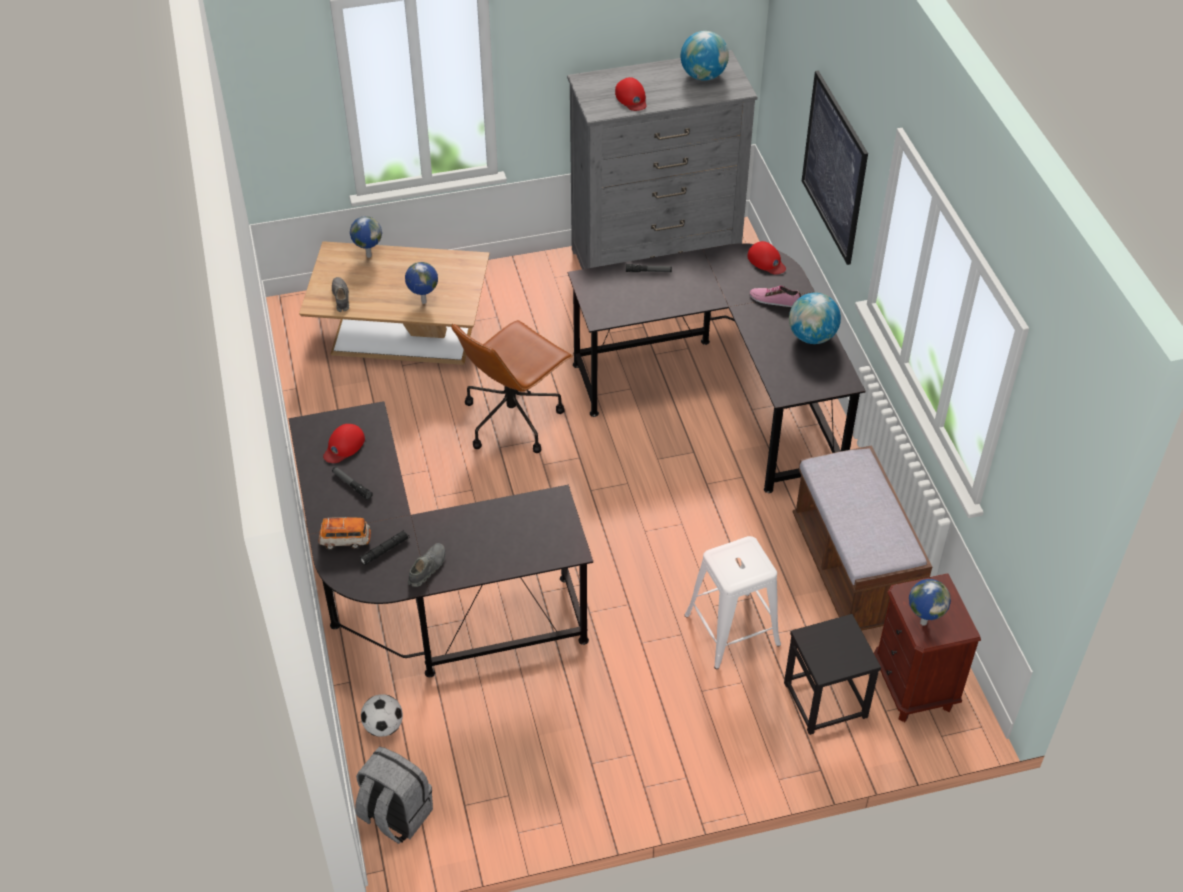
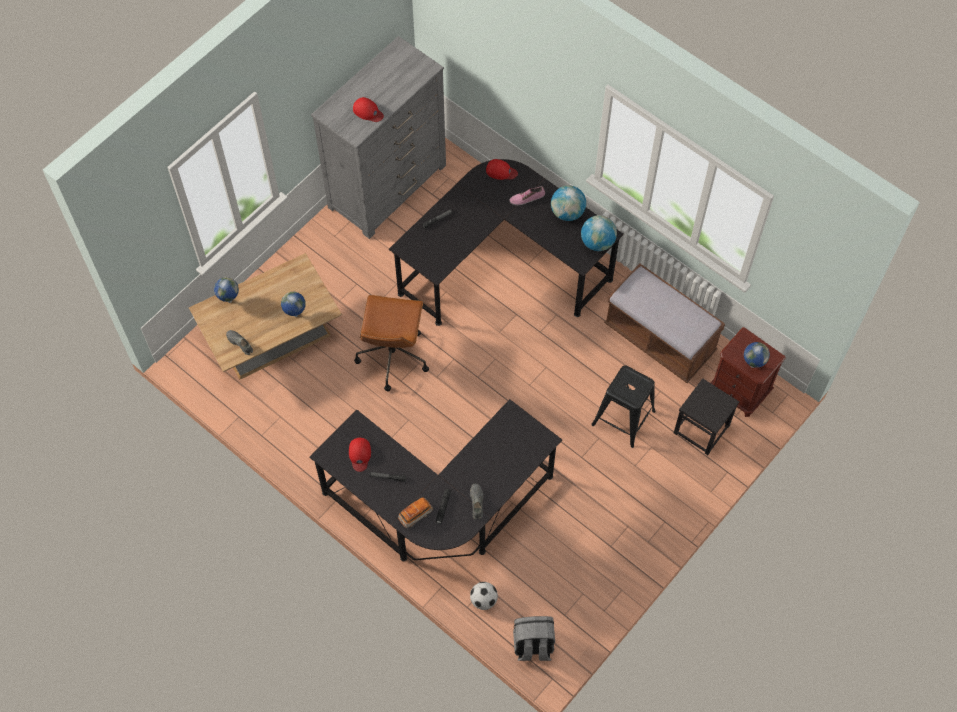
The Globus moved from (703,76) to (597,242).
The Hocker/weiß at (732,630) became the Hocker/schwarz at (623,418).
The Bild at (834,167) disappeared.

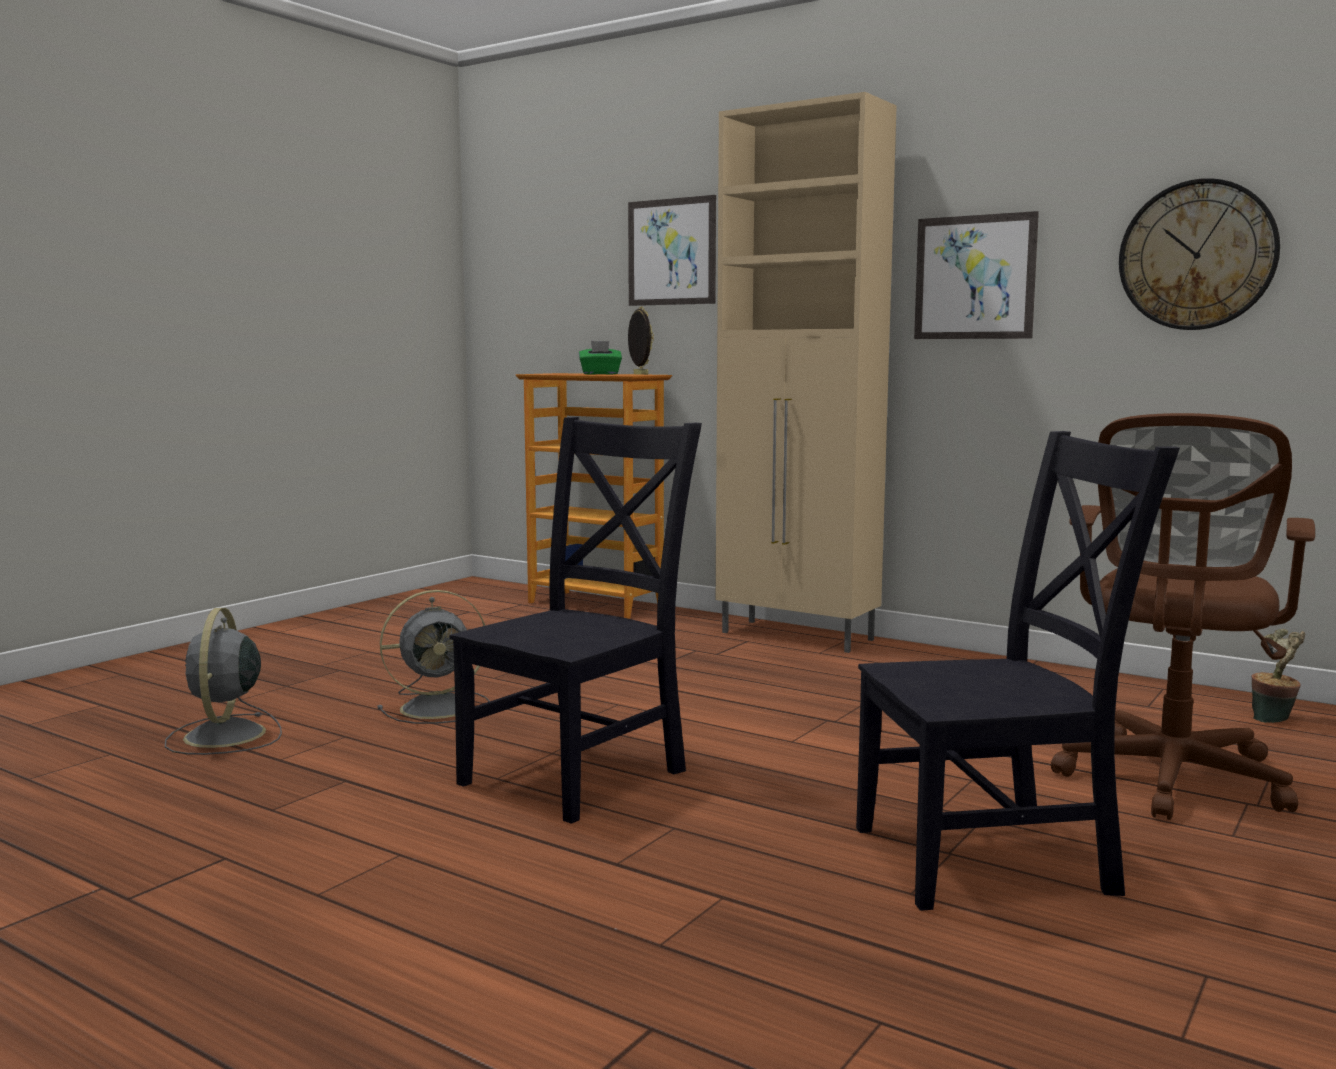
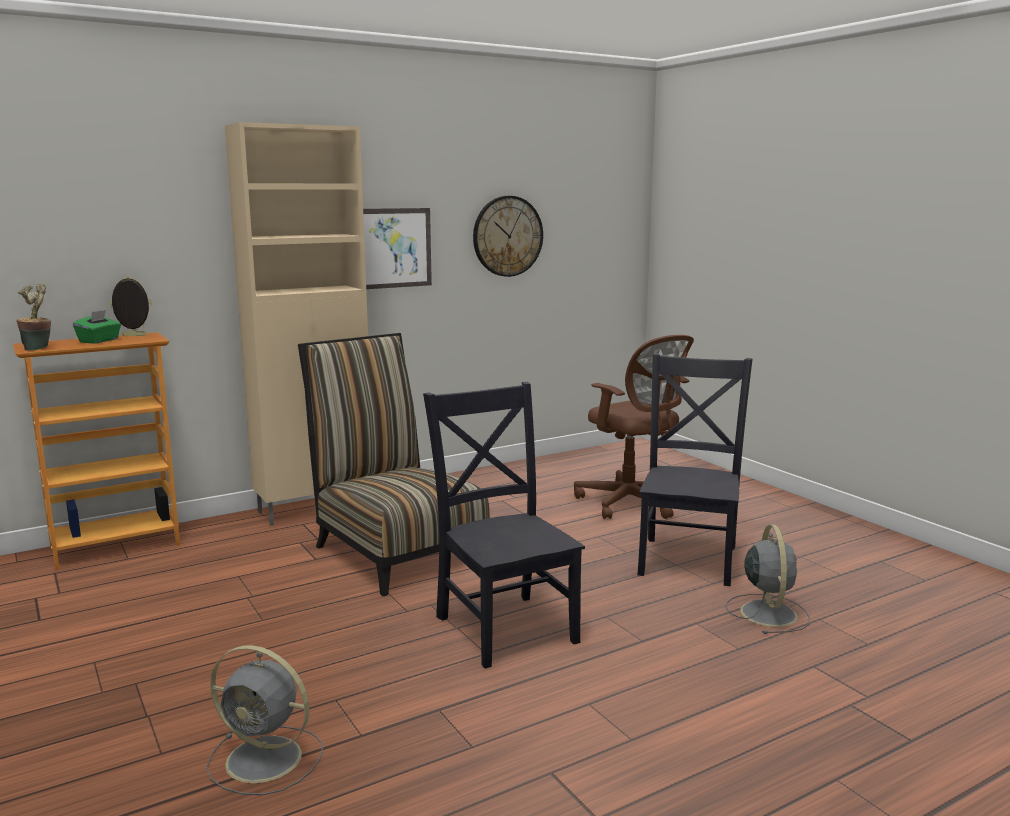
The Ventilator/grau moved from (440,707) to (768,612).
The Bild at (671,252) disappeared.
The Topfpflanze moved from (1274,720) to (39,348).
The Stuhl at (396,550) appeared.

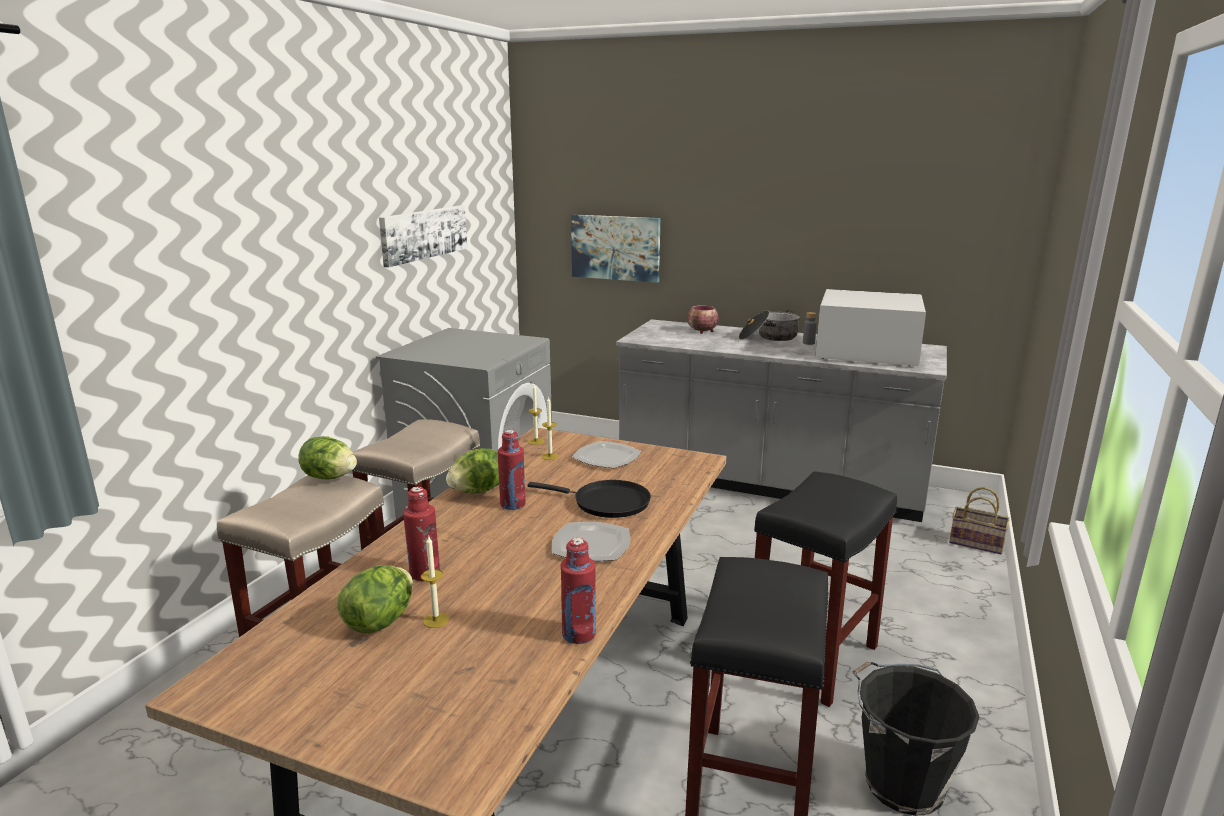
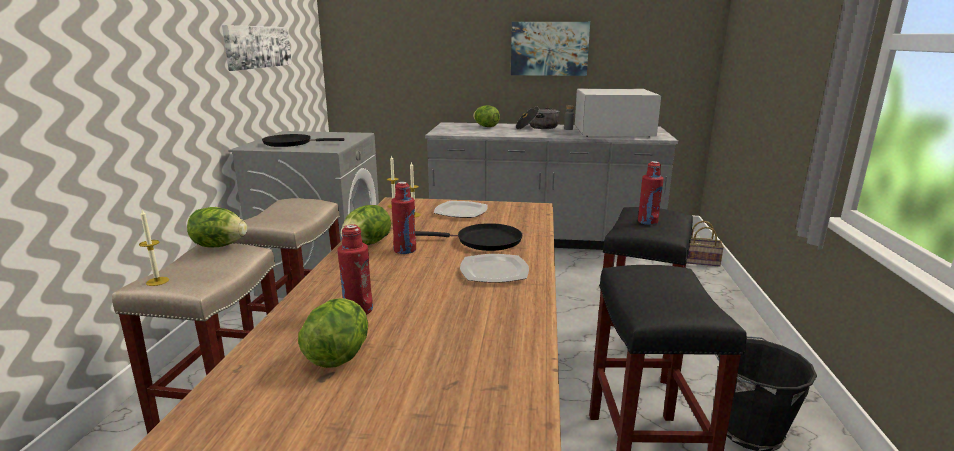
The Kerze moved from (436,620) to (157,281).
The Flasche/rot moved from (578,634) to (647,222).
The Bild moved from (615,247) to (549,48).
The Schüssel at (702,331) was replaced by the Salatkopf at (486,127).
The Pfanne/schwarz at (291,143) appeared.

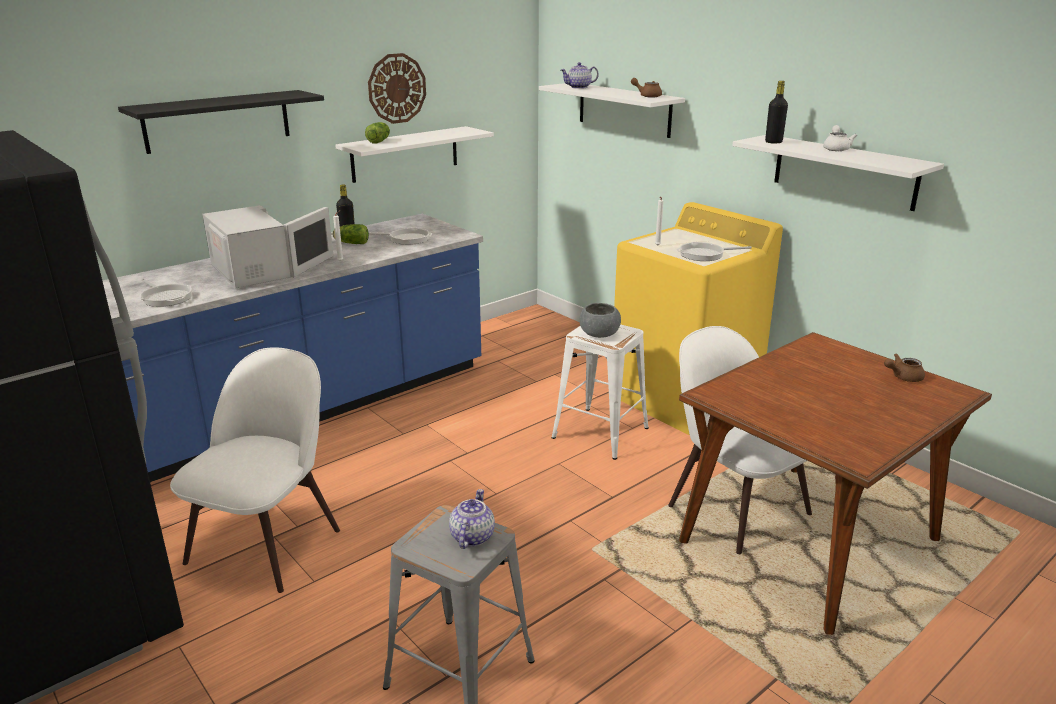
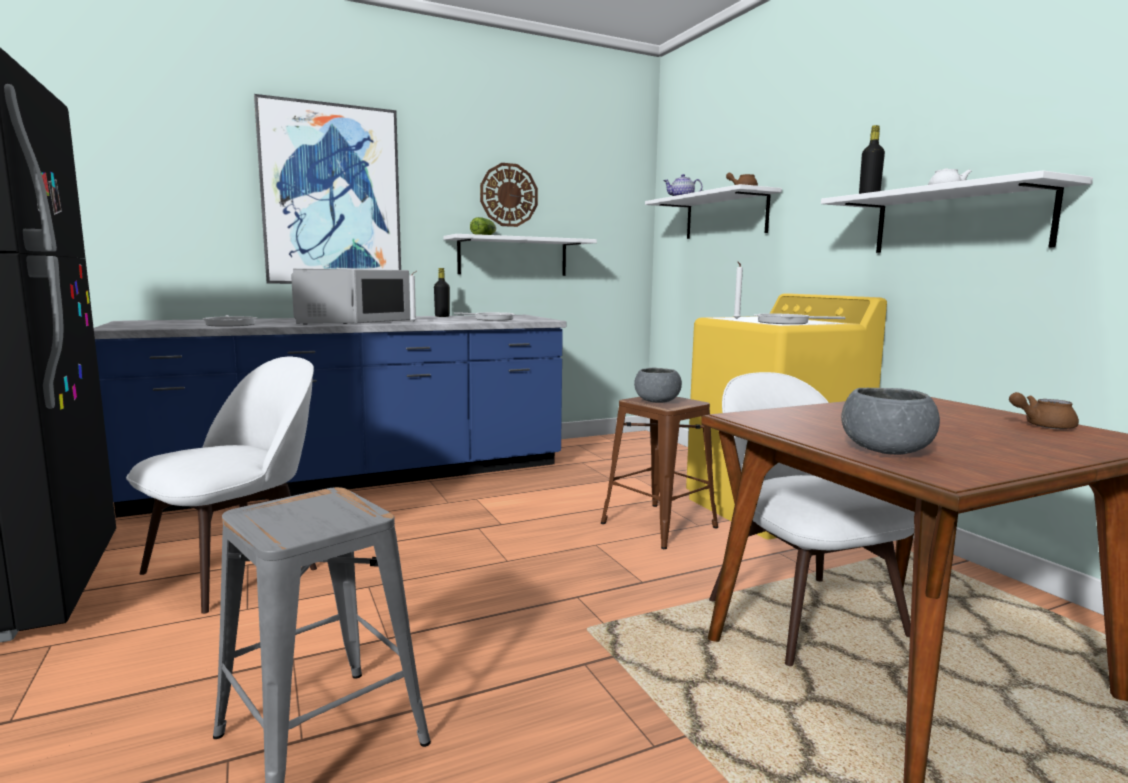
The Wandregal/schwarz at (217,121) was replaced by the Bild at (331,196).
The Salatkopf at (351,243) disappeared.
The Teekanne at (471,536) disappeared.
The Hocker/weiß at (601,432) became the Hocker/braun at (659,525).
The Schüssel/grau at (885,451) appeared.

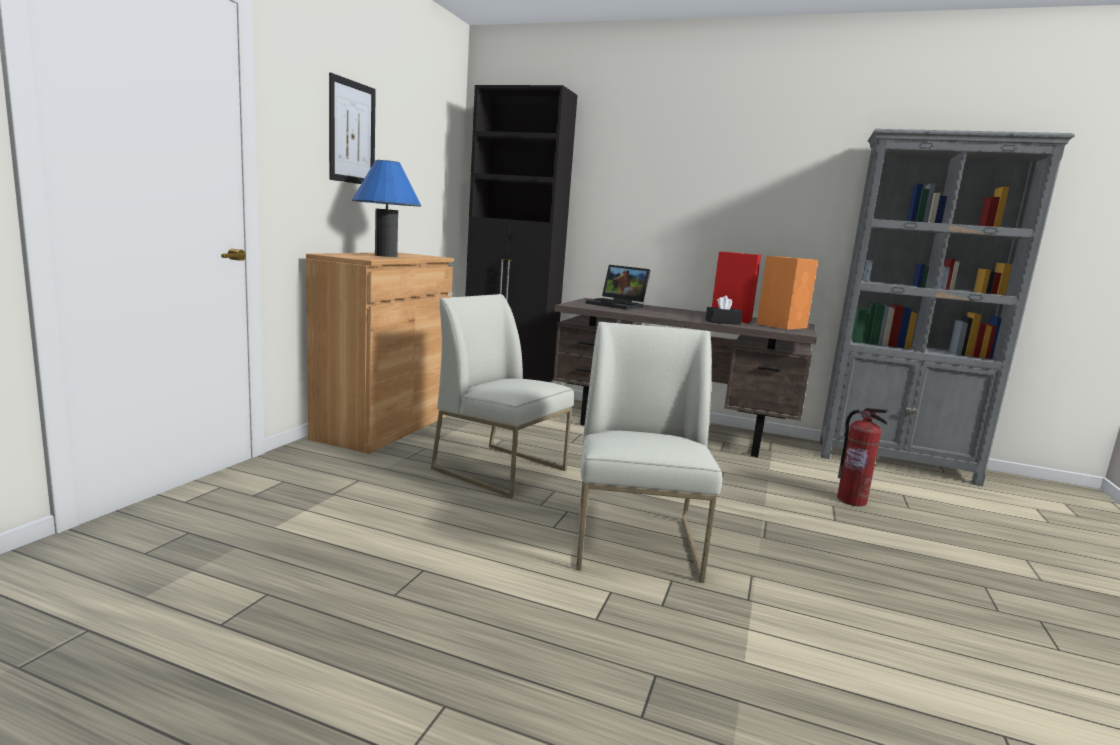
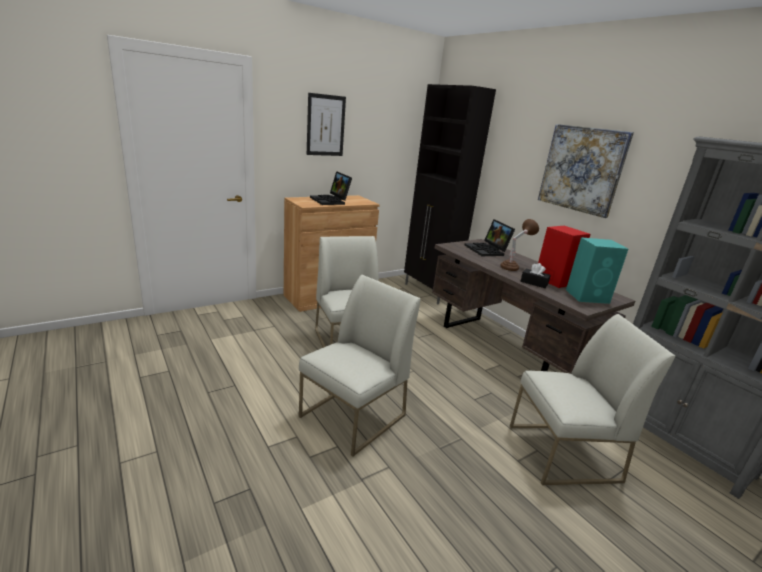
The Tischlampe/blau at (386,256) was replaced by the Laptop at (331,201).
The Lautsprecher/orange at (782,325) became the Lautsprecher/türkis at (588,296).
The Feuerlöscher at (852,500) was replaced by the Stuhl/weiß at (562,453).
The Tischlampe/braun at (513,267) appeared.
The Bild at (582,169) appeared.

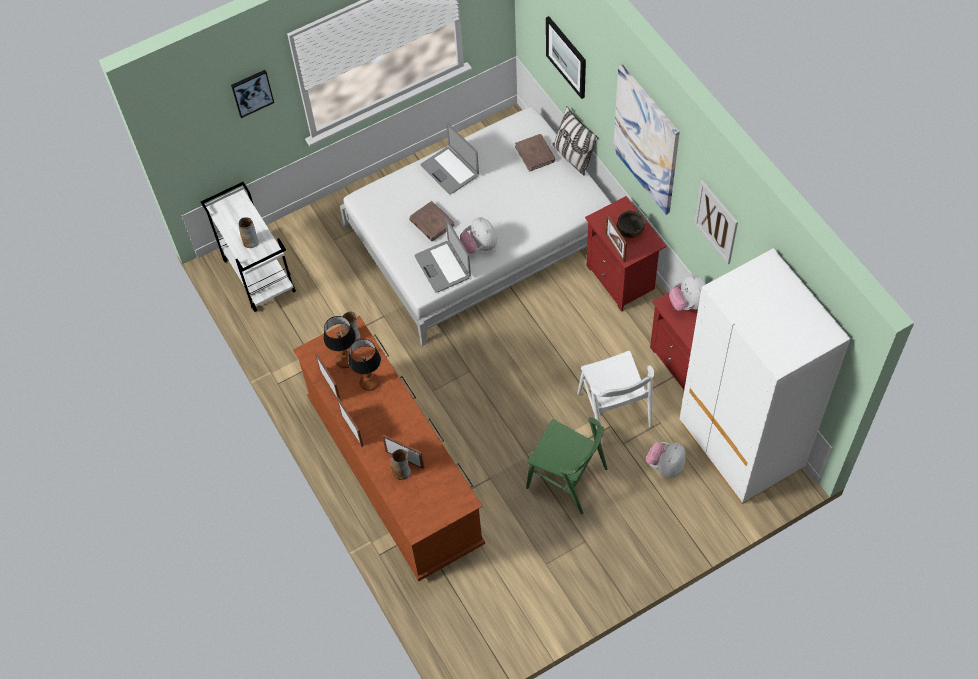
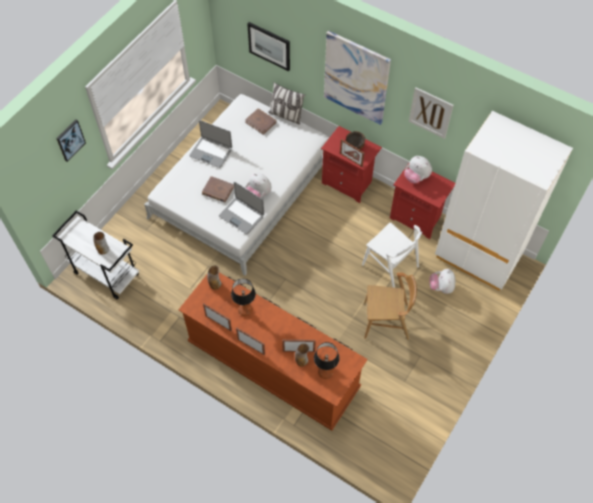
The Tischlampe moved from (345,360) to (325,372).
The Stuhl/grün at (567,478) became the Stuhl/braun at (386,321).

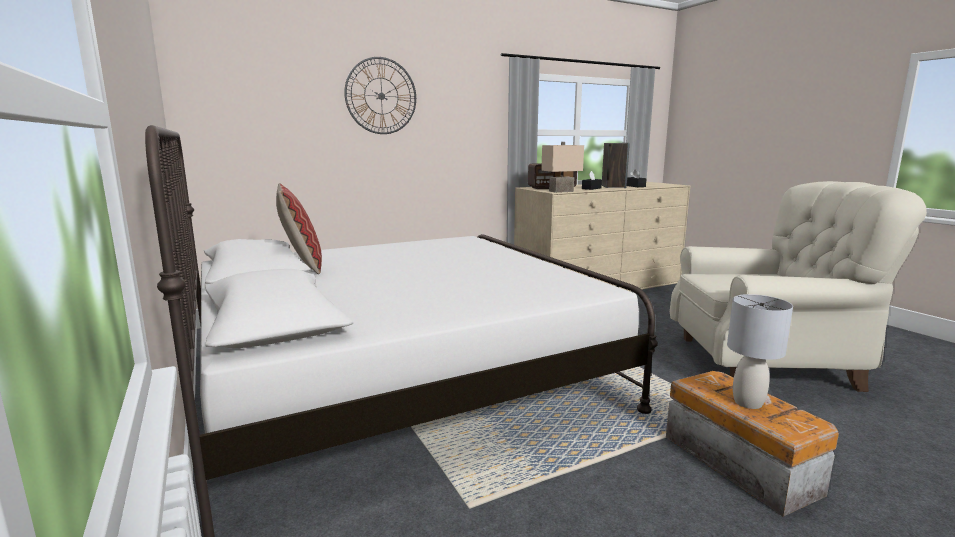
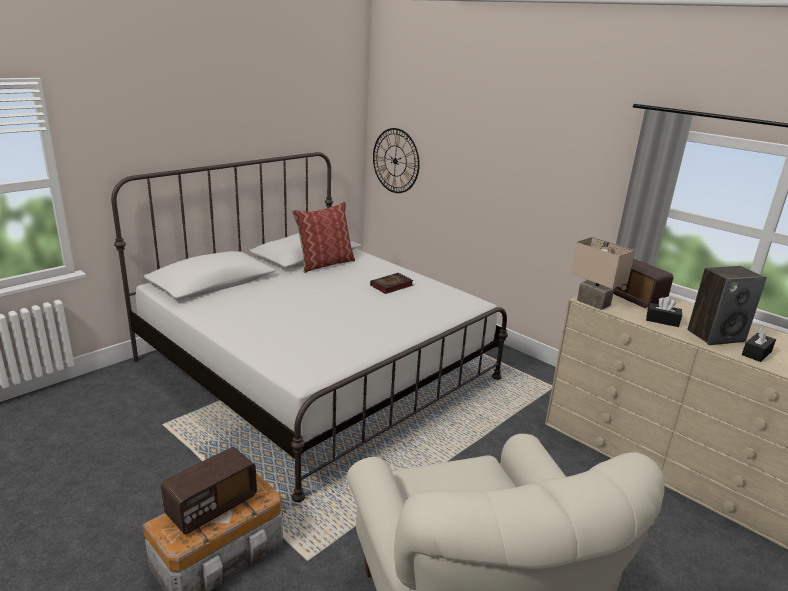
The Wanduhr moved from (381,96) to (395,161).
The Tischlampe/grau at (747,402) was replaced by the Radio at (212,506).
The Buch at (391,286) appeared.

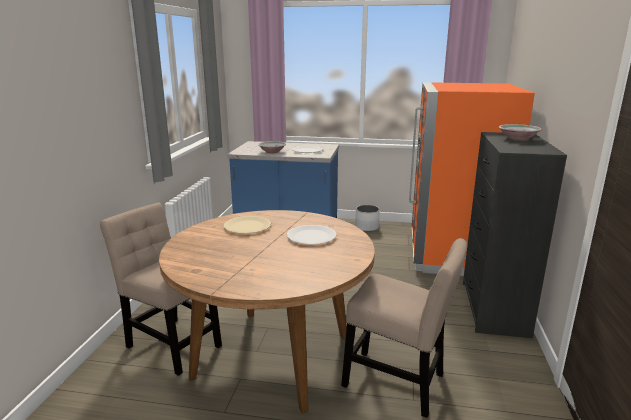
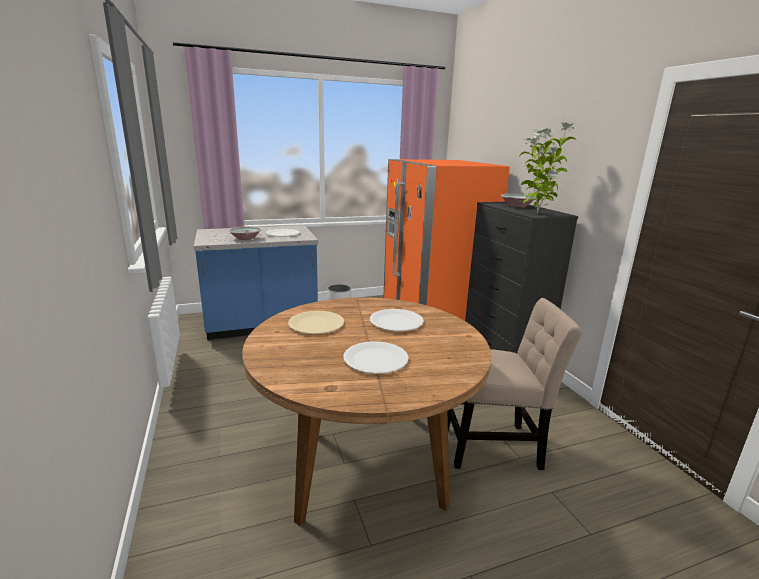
The Stuhl/beige at (171,343) disappeared.
The Teller/weiß at (375,359) appeared.
The Topfpflanze at (536,213) appeared.

